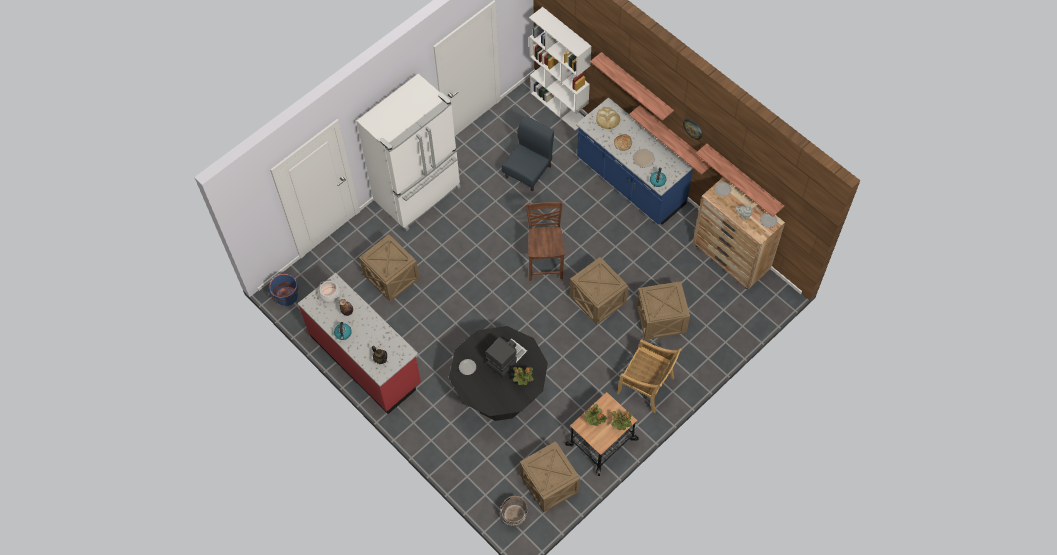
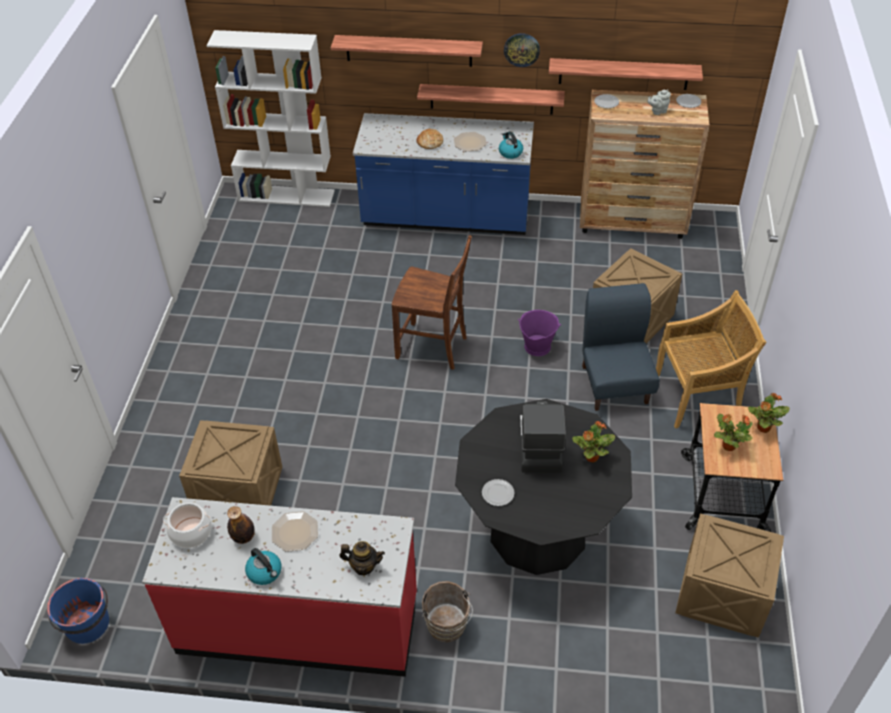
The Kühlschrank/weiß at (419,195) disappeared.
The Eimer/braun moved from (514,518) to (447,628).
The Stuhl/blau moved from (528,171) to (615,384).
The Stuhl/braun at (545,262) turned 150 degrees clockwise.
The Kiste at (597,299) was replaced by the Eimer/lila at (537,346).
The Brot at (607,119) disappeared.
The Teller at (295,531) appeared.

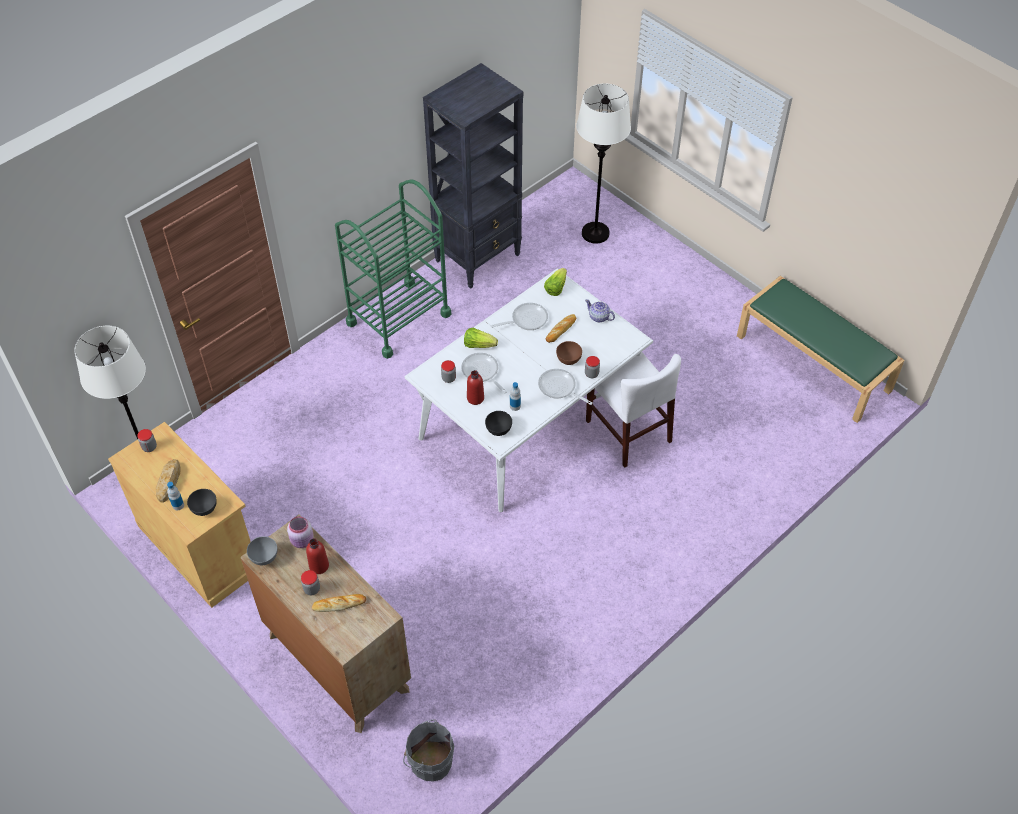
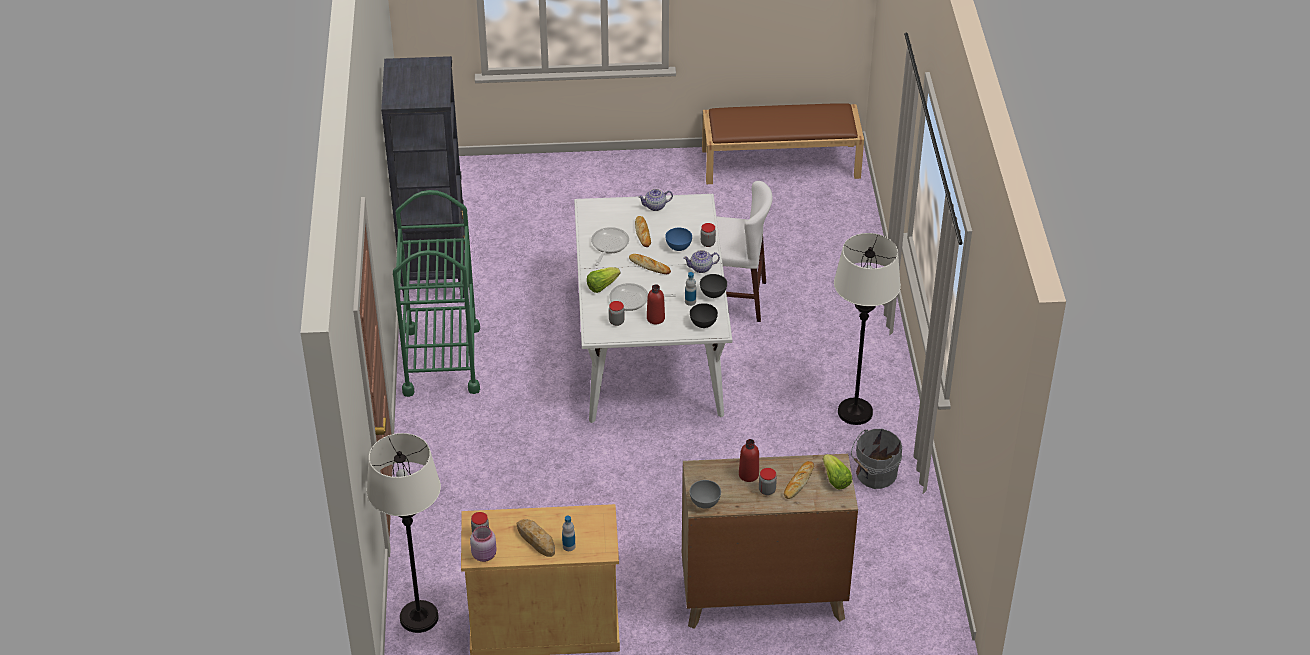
The Schüssel/grau moved from (204,509) to (713,294).
The Vorratsglas/rosa moved from (302,541) to (485,555).
The Eimer/grau moved from (429,760) to (874,474).
The Pfanne at (559,388) was replaced by the Teekanne at (701,268).
The Salatkopf moved from (556,288) to (835,479).
The Schüssel/braun at (569,359) became the Schüssel/blau at (678,247).
The Stehlampe/weiß moved from (595,233) to (855,412).
The Bank/grün at (814,363) became the Bank/braun at (781,163).
The Brot at (649,266) appeared.

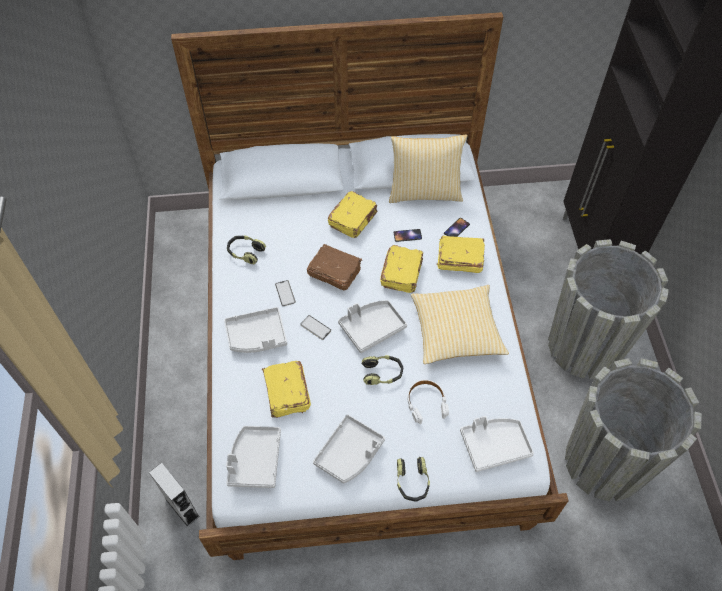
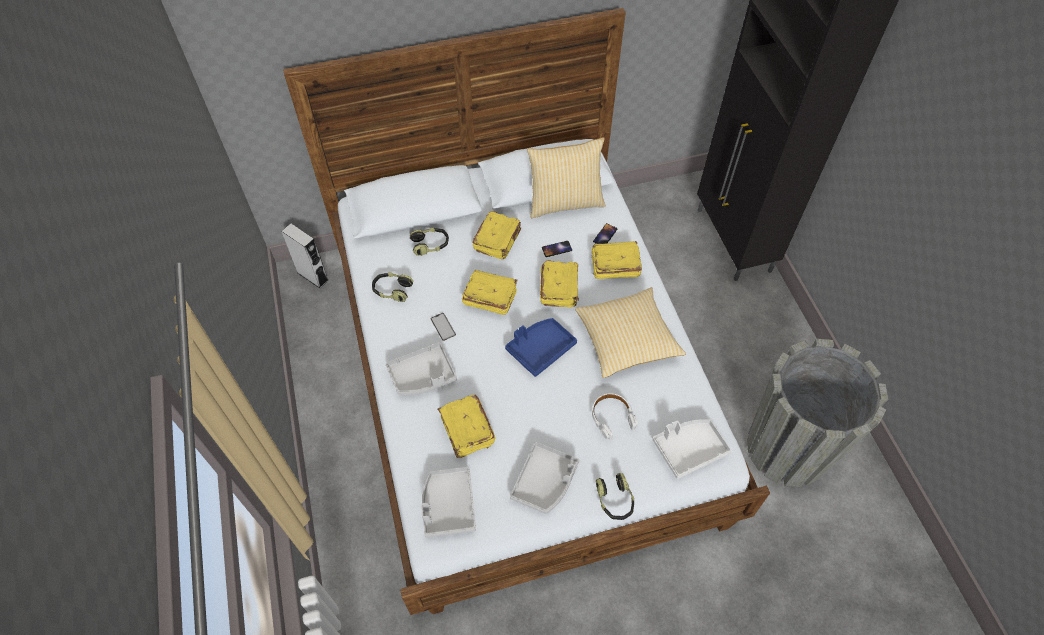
The Lautsprecher/grau moved from (182,507) to (313,276).
The Handy at (315,327) disappeared.
The Buch/braun at (334,272) became the Buch/gelb at (489,297).
The Tablett/grau at (371,328) became the Tablett/blau at (540,349).
The Kopfhörer moved from (382,373) to (430,245).
The Pflanzkübel/grau at (585,346) disappeared.

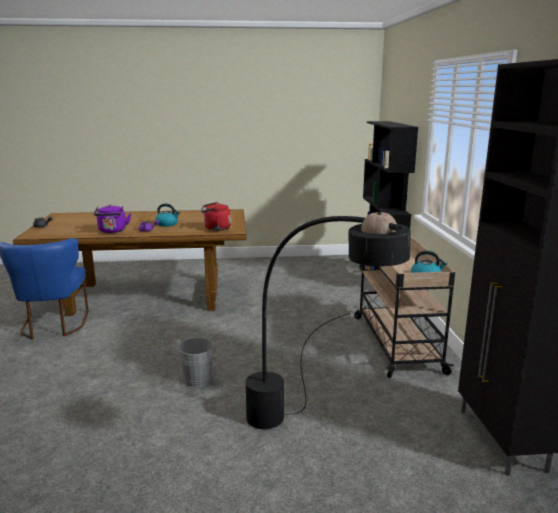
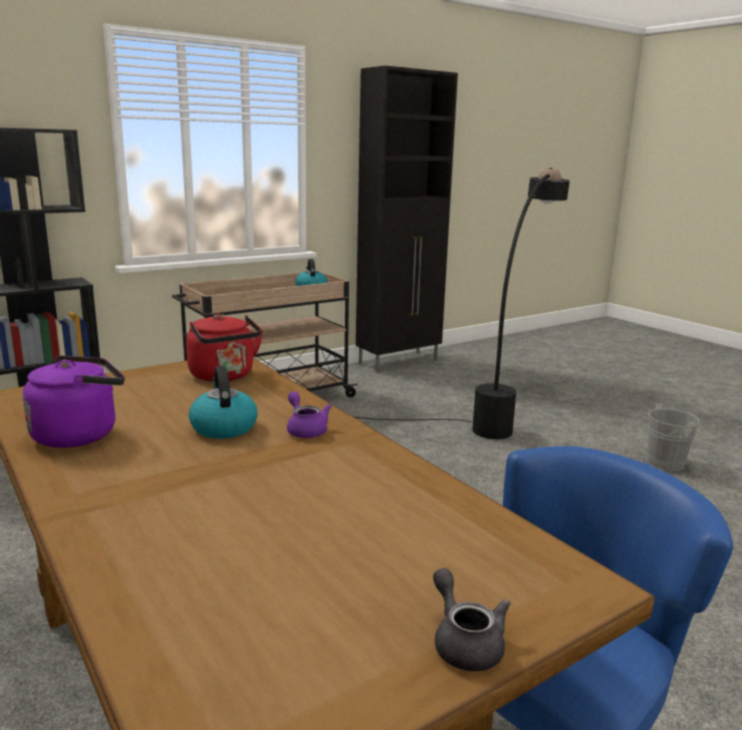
The Wasserkessel/lila moved from (112,231) to (80,434).
The Eimer/grau moved from (199,378) to (661,464).

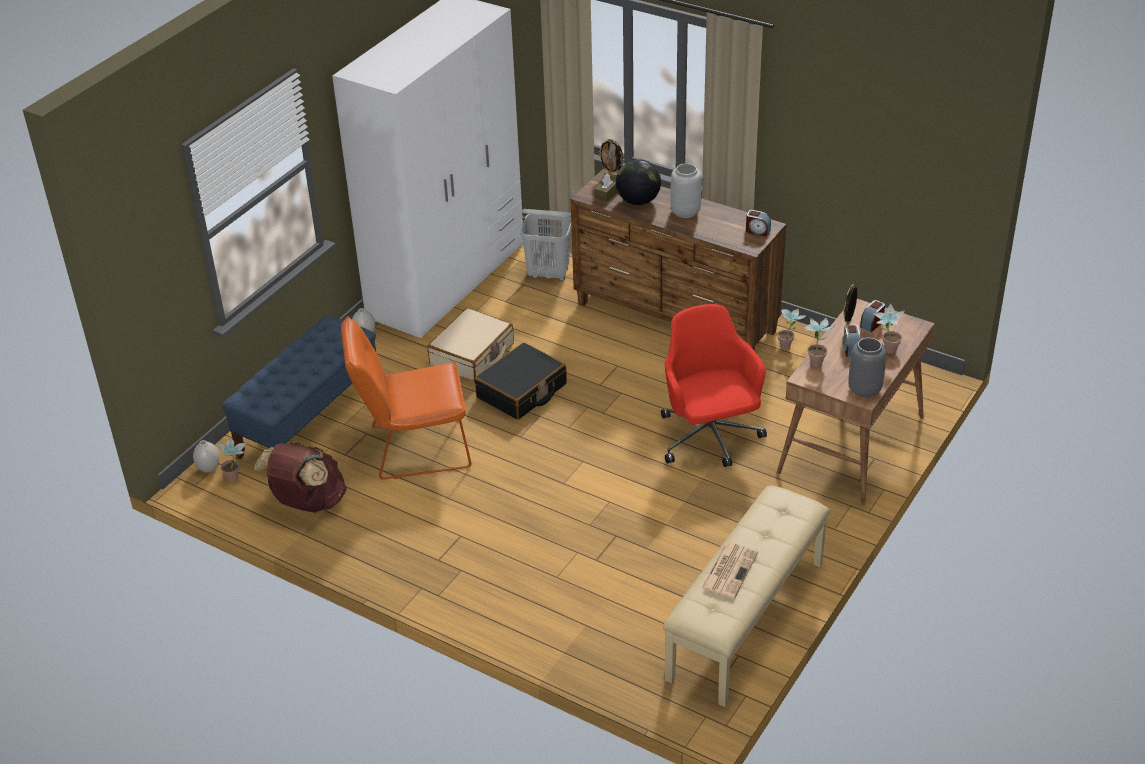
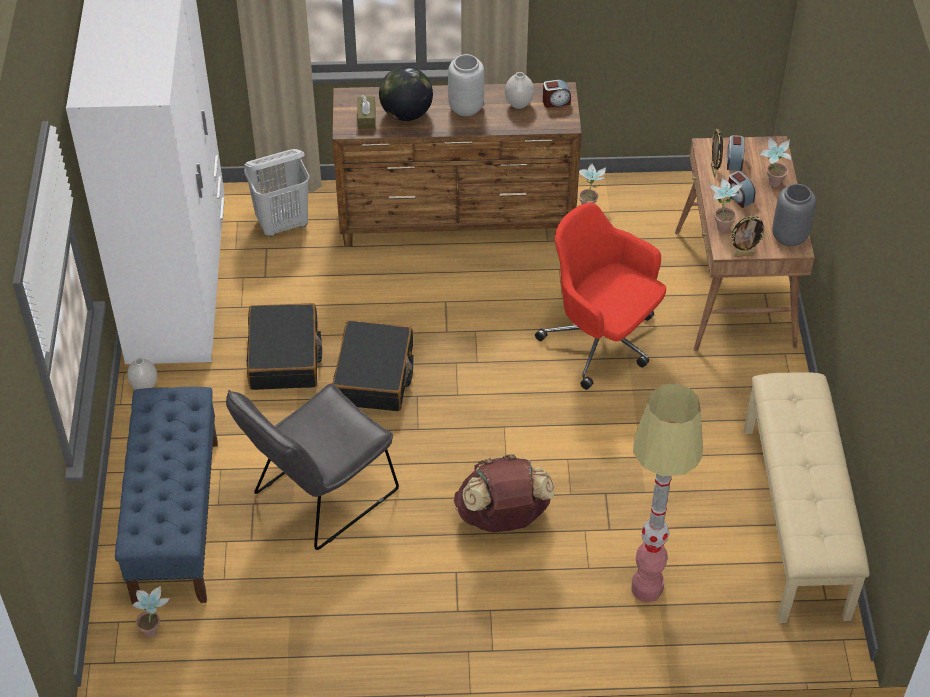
The Vase/weiß moved from (209,468) to (518,104).
The Rucksack/braun moved from (307,503) to (503,517).
The Stuhl/orange at (412,448) became the Stuhl/grau at (318,497).
The Koffer/beige at (472,355) became the Koffer/schwarz at (285,356).
The Bilderrahmen moved from (611,176) to (744,254).
The Zeitung at (729,570) disappeared.
The Stehlampe at (647,588) appeared.

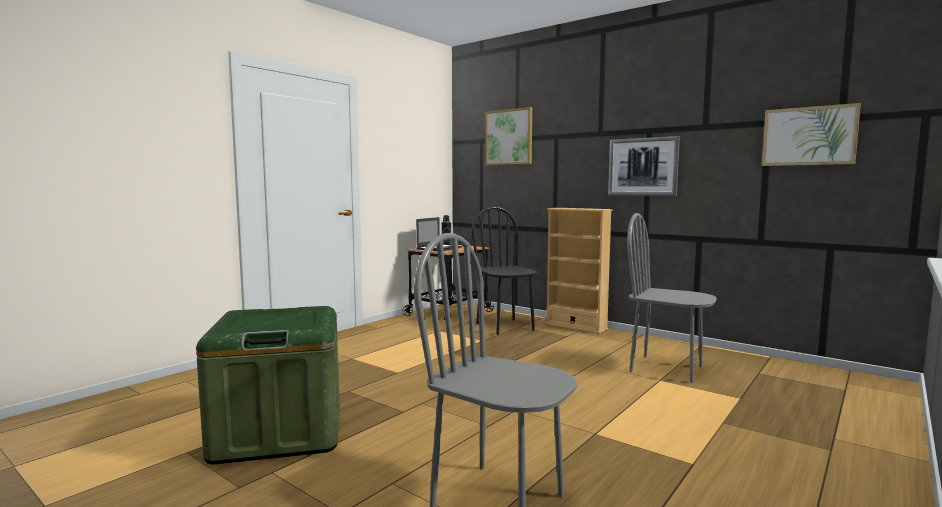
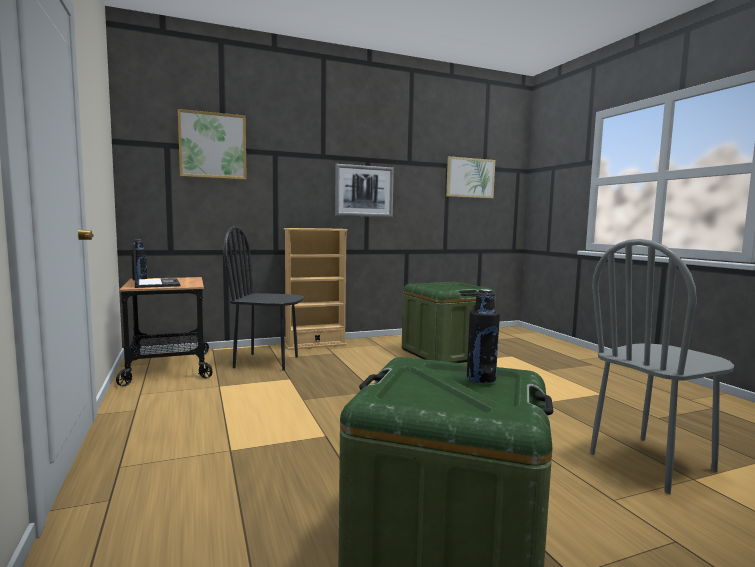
The Stuhl/grau at (666,369) was replaced by the Aufbewahrungsbox/grün at (445,353).
The Flasche/schwarz at (481,379) appeared.

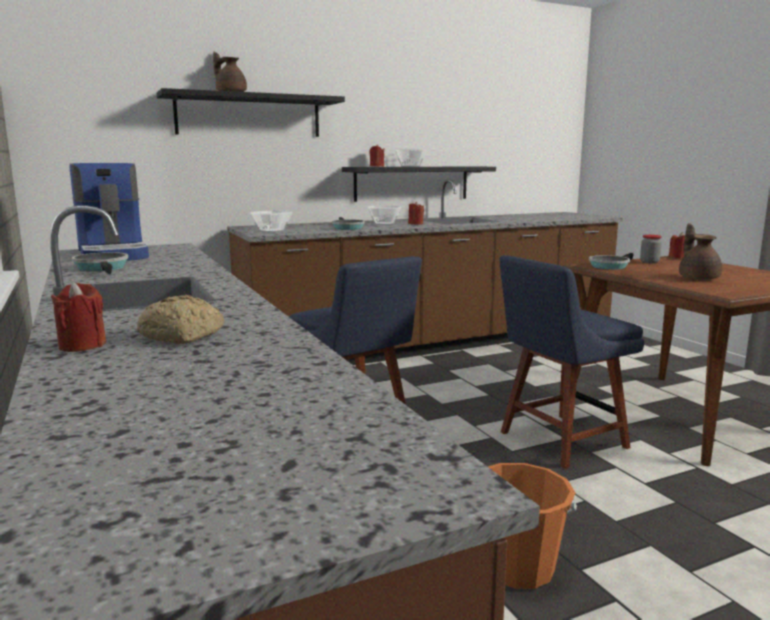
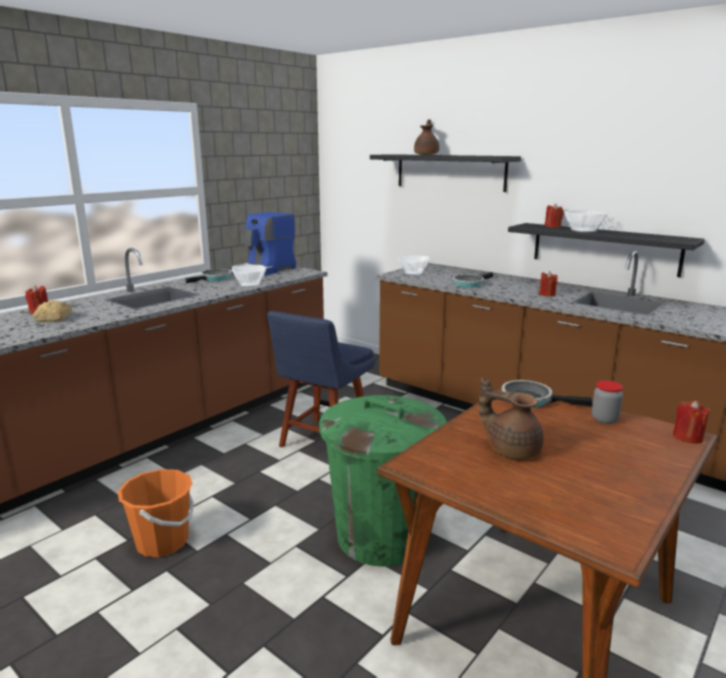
The Schüssel moved from (384,224) to (250,285).
The Stuhl/blau at (558,441) was replaced by the Mülleimer/grün at (381,536).
The Teekanne/braun at (698,278) turned 120 degrees counterclockwise.

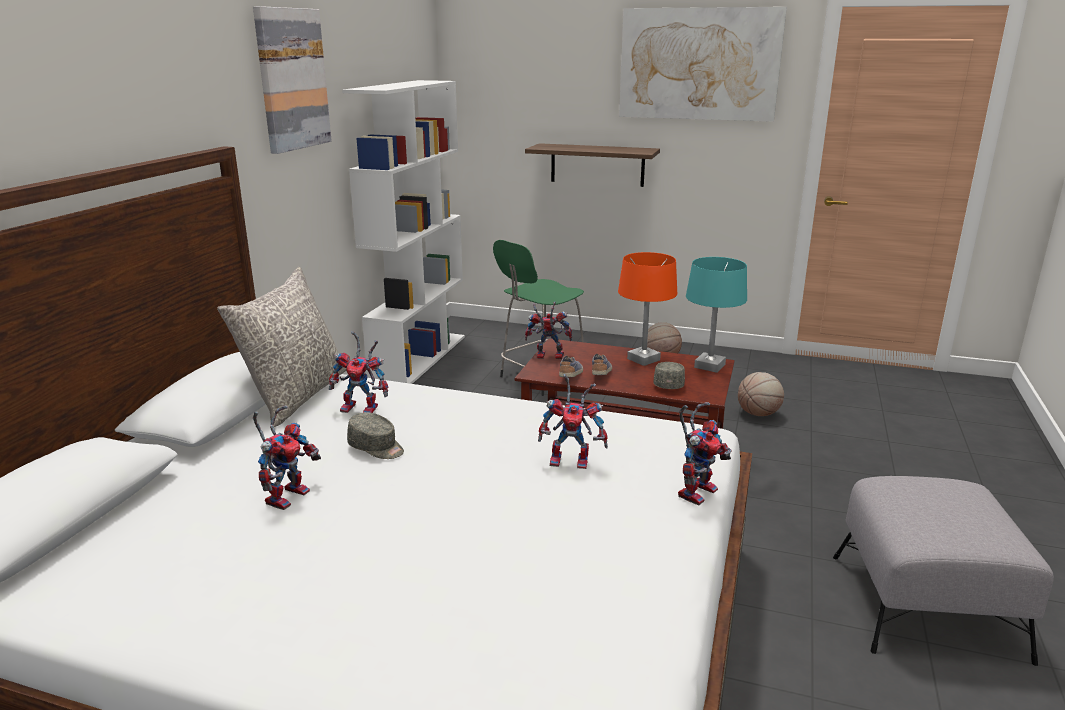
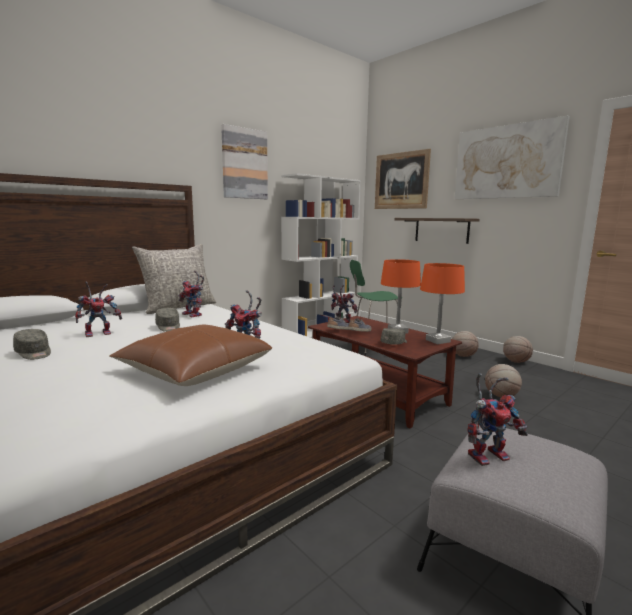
The Spielzeugroboter moved from (696,490) to (488,454).
The Tischlampe/türkis at (709,366) became the Tischlampe/orange at (438,341).
The Kappe/grau at (34,353) appeared.
The Kissen/braun at (195,370) appeared.
The Bild at (401,181) appeared.
The Basketball at (516,361) appeared.

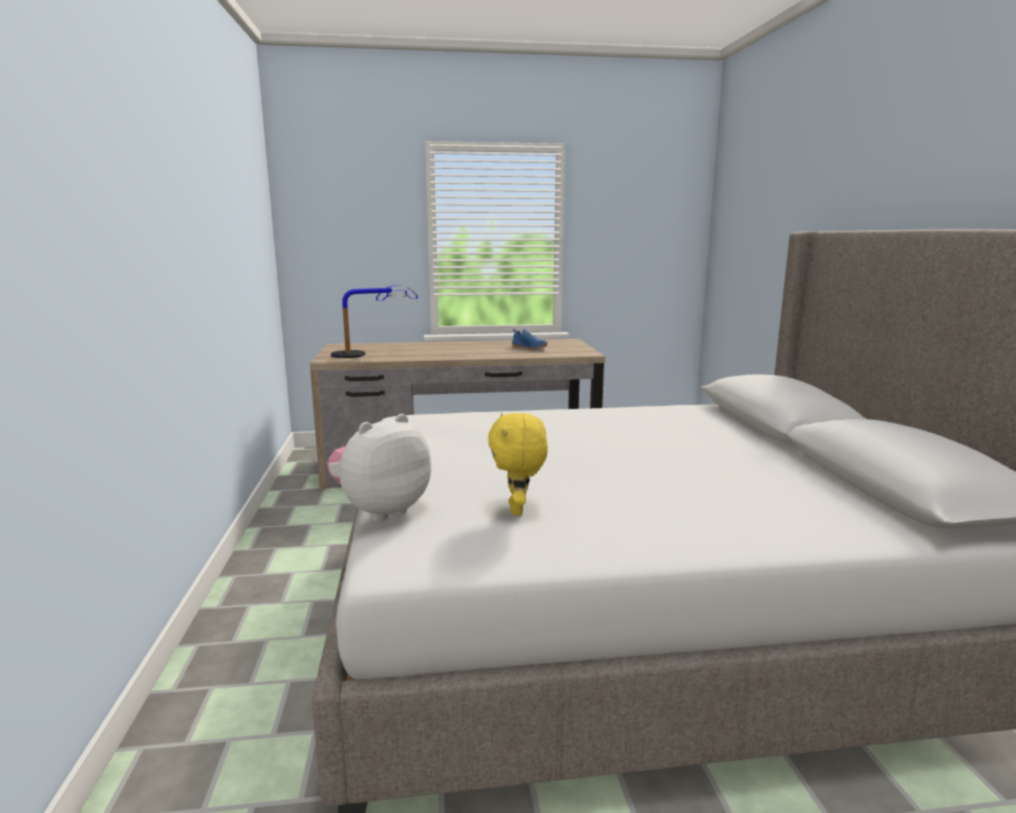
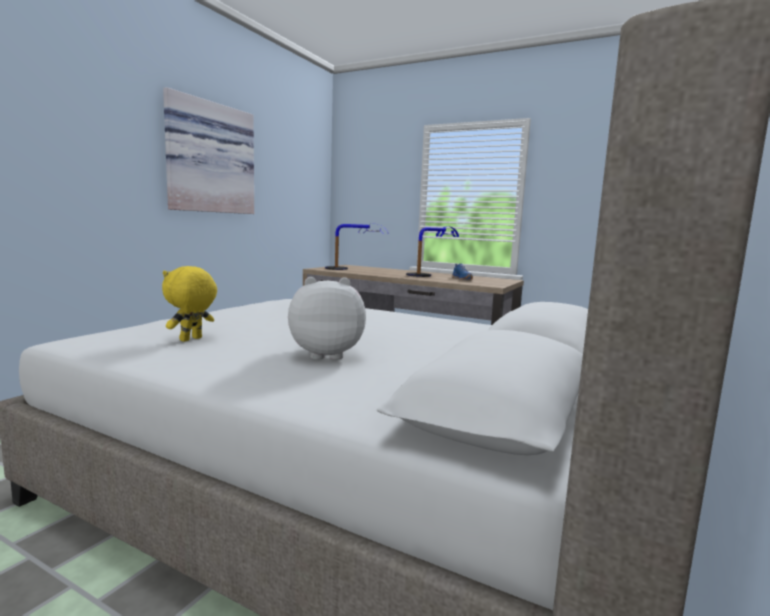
The Plüschtier moved from (380,510) to (326,354).
The Bild at (209,158) appeared.
The Tischlampe at (428,275) appeared.

